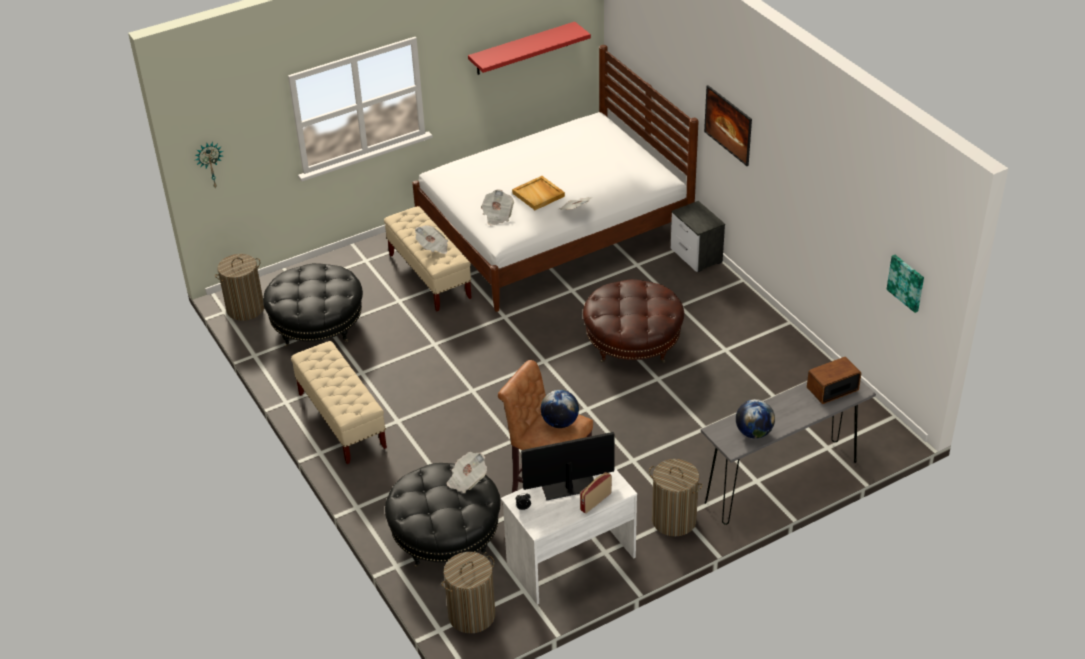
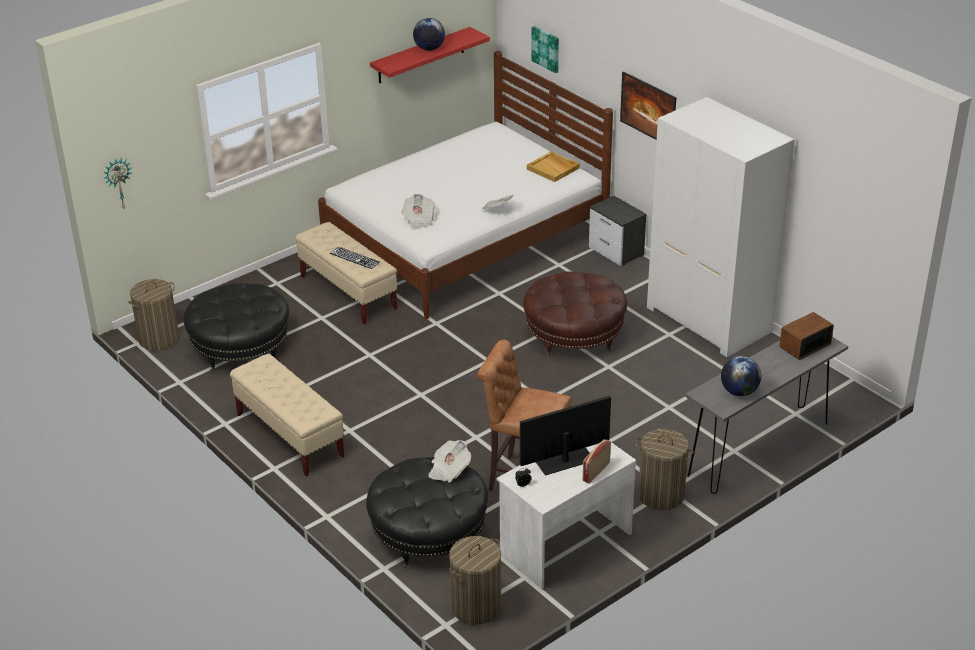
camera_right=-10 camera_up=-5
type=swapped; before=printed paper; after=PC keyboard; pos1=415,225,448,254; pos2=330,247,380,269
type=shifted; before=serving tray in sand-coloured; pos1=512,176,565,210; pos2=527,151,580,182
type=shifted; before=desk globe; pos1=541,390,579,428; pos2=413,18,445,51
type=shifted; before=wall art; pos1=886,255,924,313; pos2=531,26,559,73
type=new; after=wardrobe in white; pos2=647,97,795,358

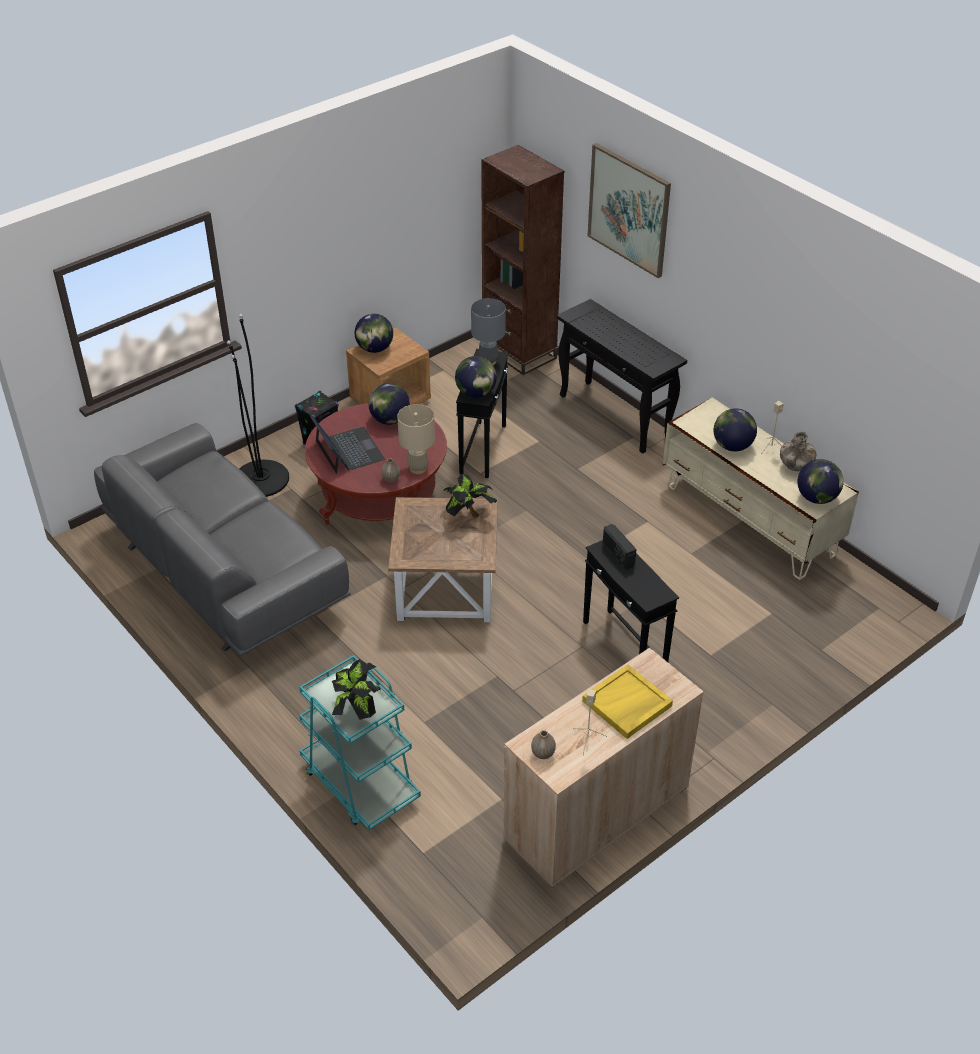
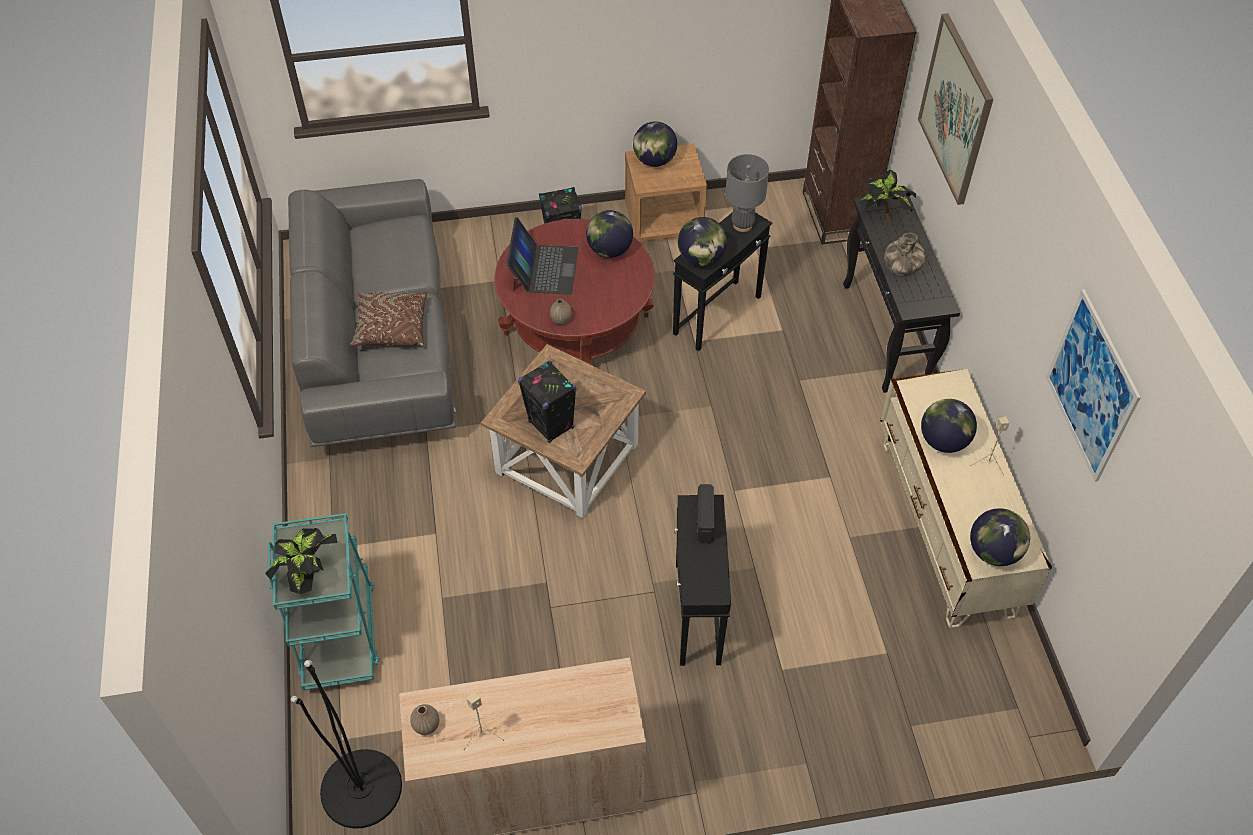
camera_right=30 camera_up=10
type=shifted; before=standing lamp in blackish; pos1=227,314,289,497; pos2=291,660,402,829
type=gone; before=tabletop lamp in sand-coloured; pos1=397,404,435,474
type=shifted; before=houseplant; pos1=443,474,497,518; pos2=858,170,916,221
type=gone; before=serving tray in yellowish; pos1=582,664,673,739
type=shifted; before=flower vase; pos1=780,432,817,471; pos2=884,233,926,277
type=new; after=pillow in brownish; pos2=350,292,427,346
type=new; after=audio speaker in blackish; pos2=518,360,576,443
type=new; after=wall art; pos2=1046,289,1141,482

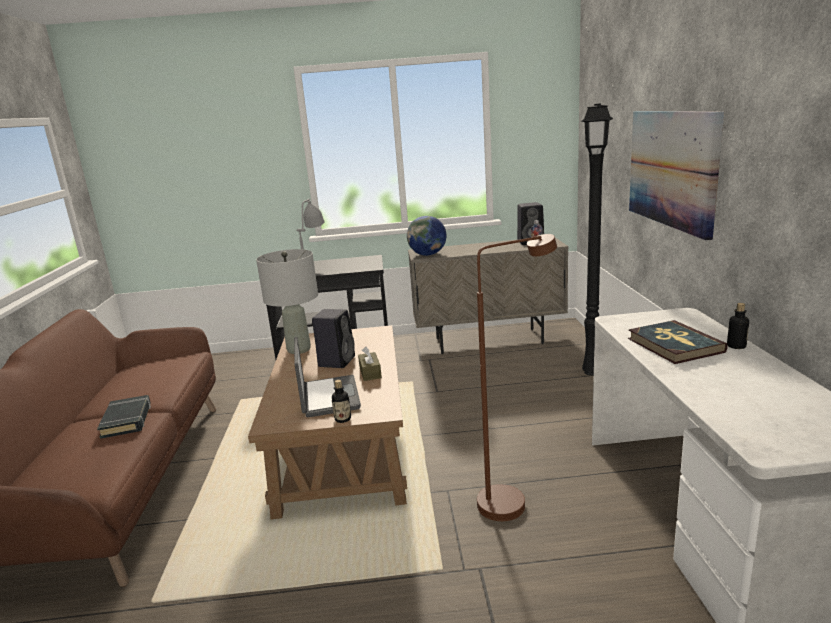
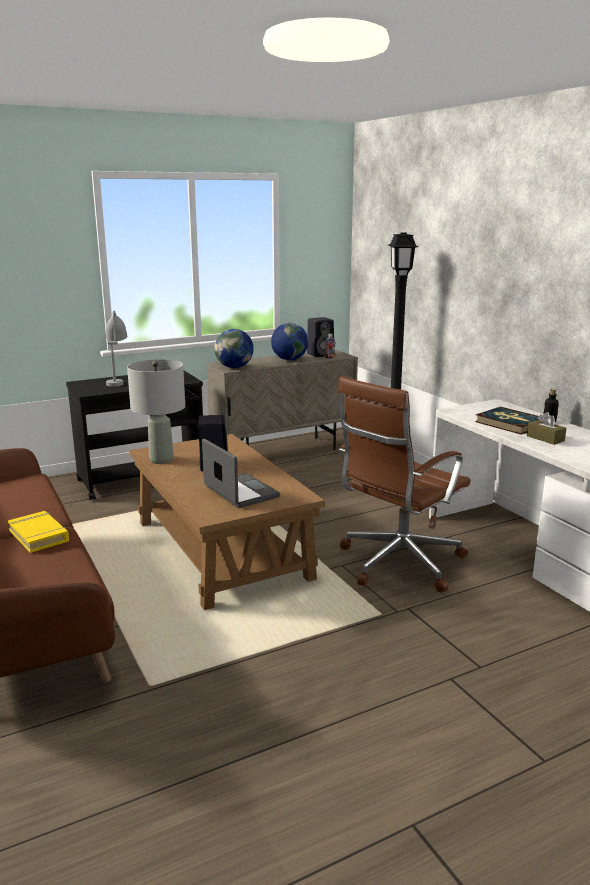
camera_right=-25 camera_up=0
type=repainted; before=bound book in blackish; after=bound book in yellowish; pos1=97,395,151,439; pos2=8,511,69,553
type=gone; before=drink bottle; pos1=332,380,351,423
type=shifted; before=box of tissues in brownish; pos1=358,346,382,381; pos2=527,412,566,445
type=swapped; before=standing lamp in brownish; after=desk chair in brownish; pos1=477,234,557,521; pos2=337,376,471,592
type=gone; before=wall art; pos1=629,111,724,241
type=new; after=desk globe; pos2=271,323,308,360

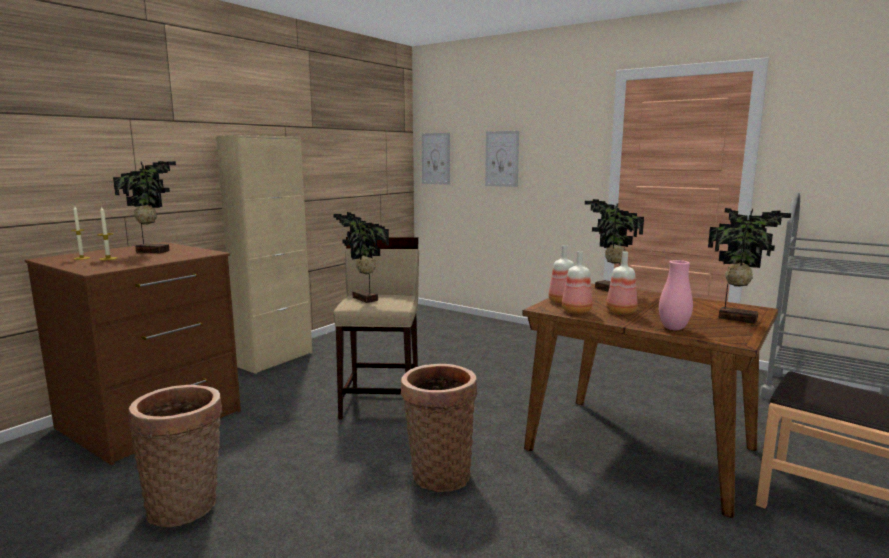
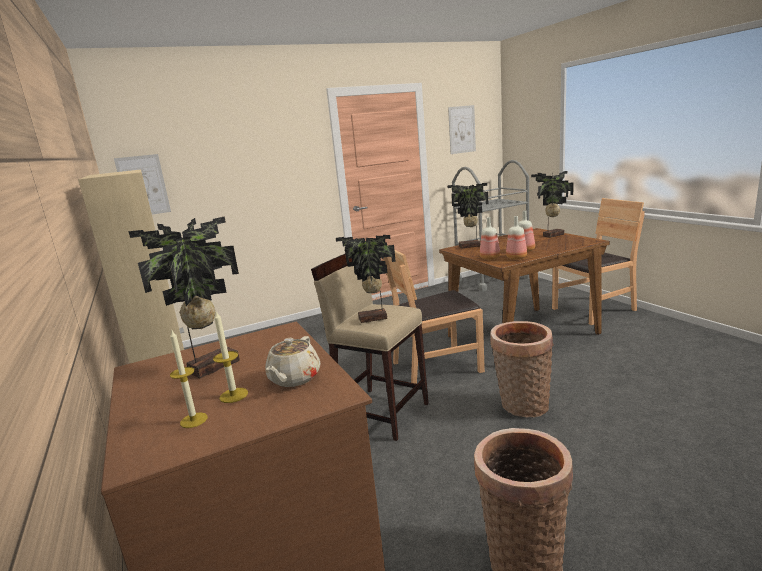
camera_right=-60 camera_up=5
type=shifted; before=wall art; pos1=485,131,519,187; pos2=448,105,476,154
type=gone; before=flower vase in pinkish; pos1=659,260,693,330
type=new; after=tea pot in sand-coloured; pos2=265,336,321,387
type=new; after=plain chair in brownish; pos2=382,245,485,384

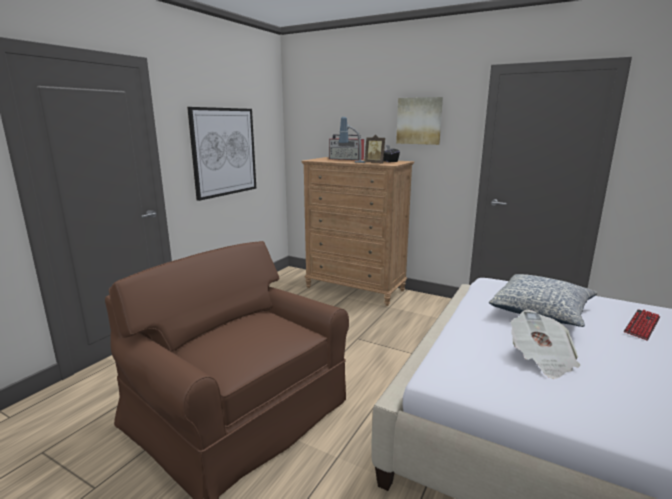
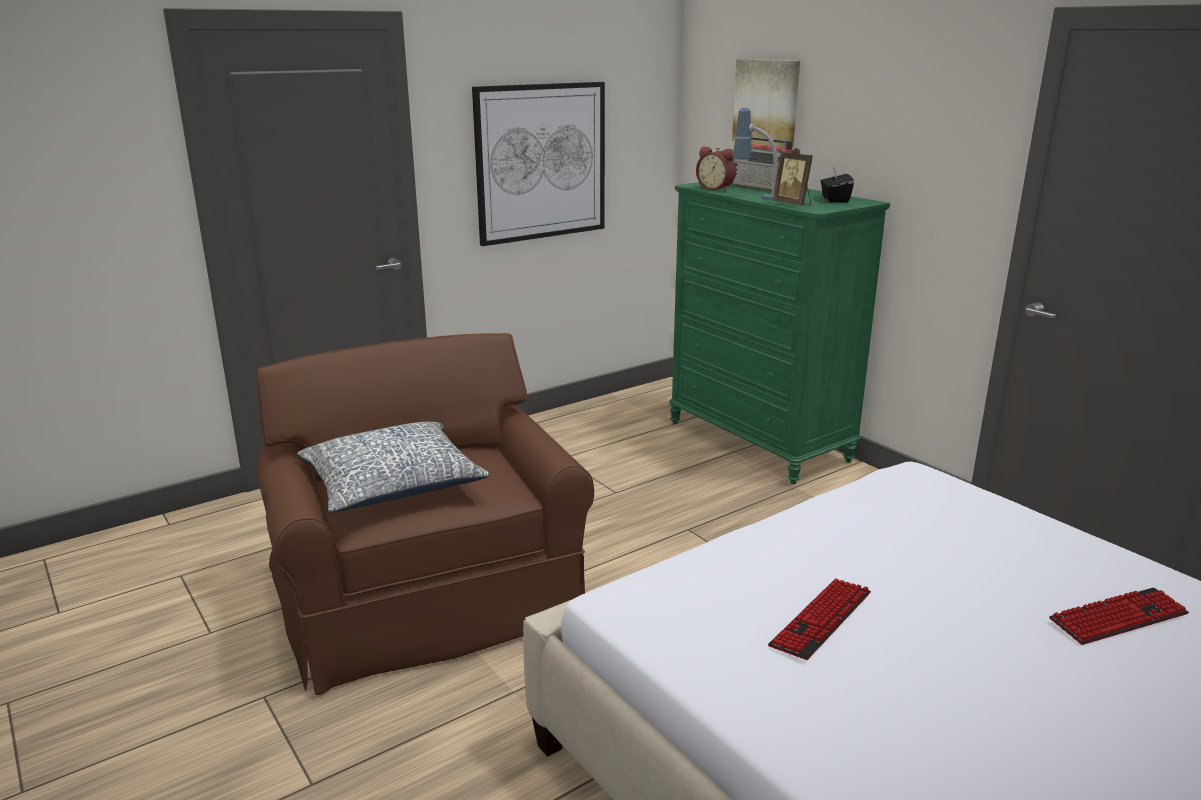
camera_right=25 camera_up=5
type=repainted; before=chest of drawers in brownish; after=chest of drawers in green-coloured; pos1=301,157,414,306; pos2=669,182,890,484
type=shifted; before=wall art; pos1=396,97,443,145; pos2=732,59,800,148
type=shifted; before=pillow; pos1=489,274,597,327; pos2=297,422,489,513
type=swapped; before=printed paper; after=PC keyboard; pos1=511,310,580,379; pos2=768,578,871,660
type=new; after=table clock; pos2=696,147,736,191

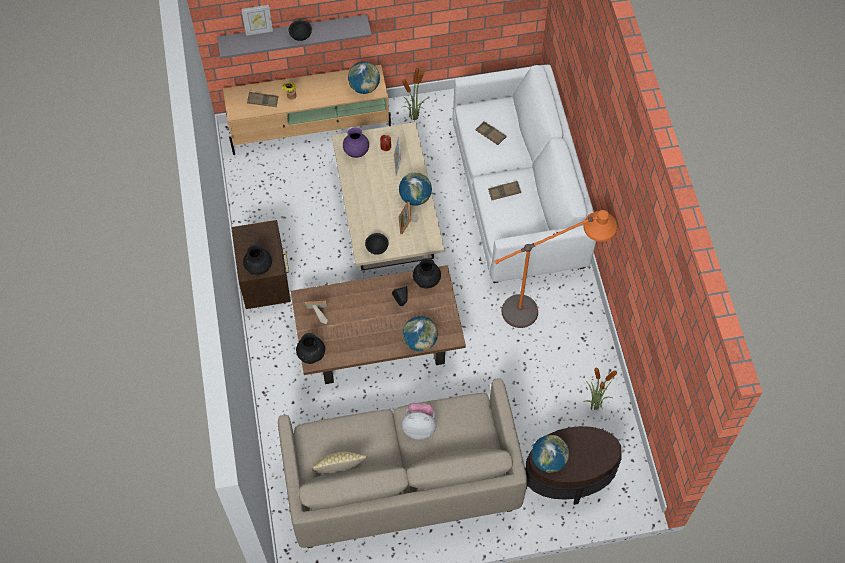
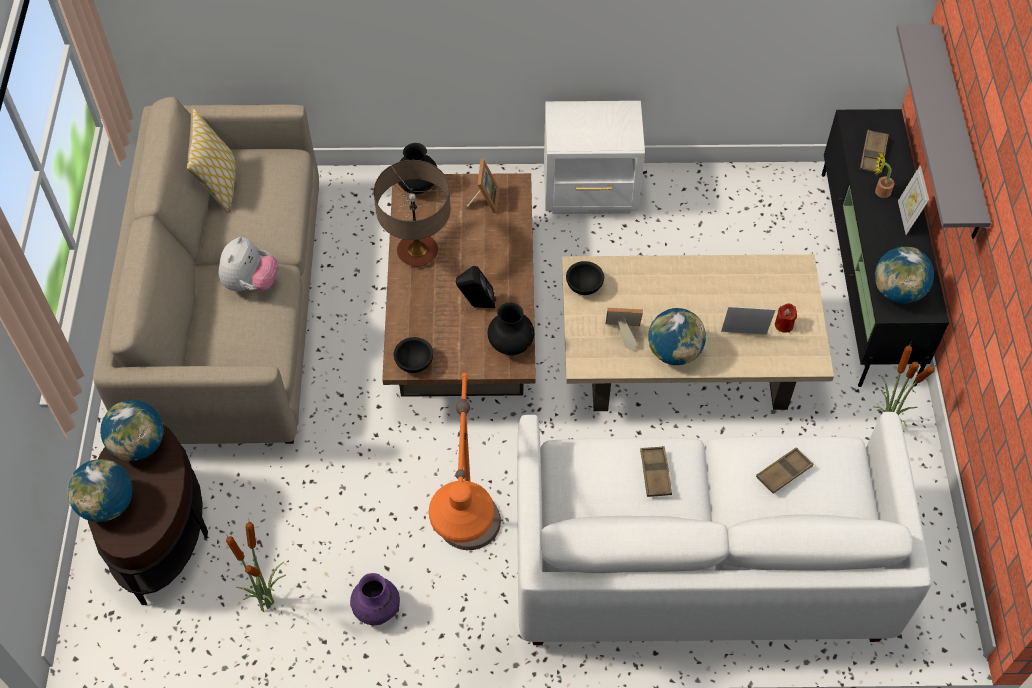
camera_right=100 camera_up=-5
type=repainted; before=tv unit in sand-coloured; after=tv unit in blackish; pos1=223,65,391,155; pos2=822,109,949,387
type=repainted; before=night table in brownish; after=night table in white; pos1=231,220,291,309; pos2=544,101,645,214
type=shifted; before=standing frame; pos1=241,5,273,36; pos2=898,165,929,235
type=gone; before=flower vase in blackish; pos1=243,245,272,275
type=shifted; before=deep dish in blackish; pos1=288,20,312,41; pos2=394,337,433,373
type=shifted; before=flower vase in purple-coloured; pos1=343,127,369,158; pos2=350,573,400,625
type=shifted; before=desk globe; pos1=403,316,438,351; pos2=67,459,133,522
type=new; after=tabletop lamp; pos2=374,160,451,267

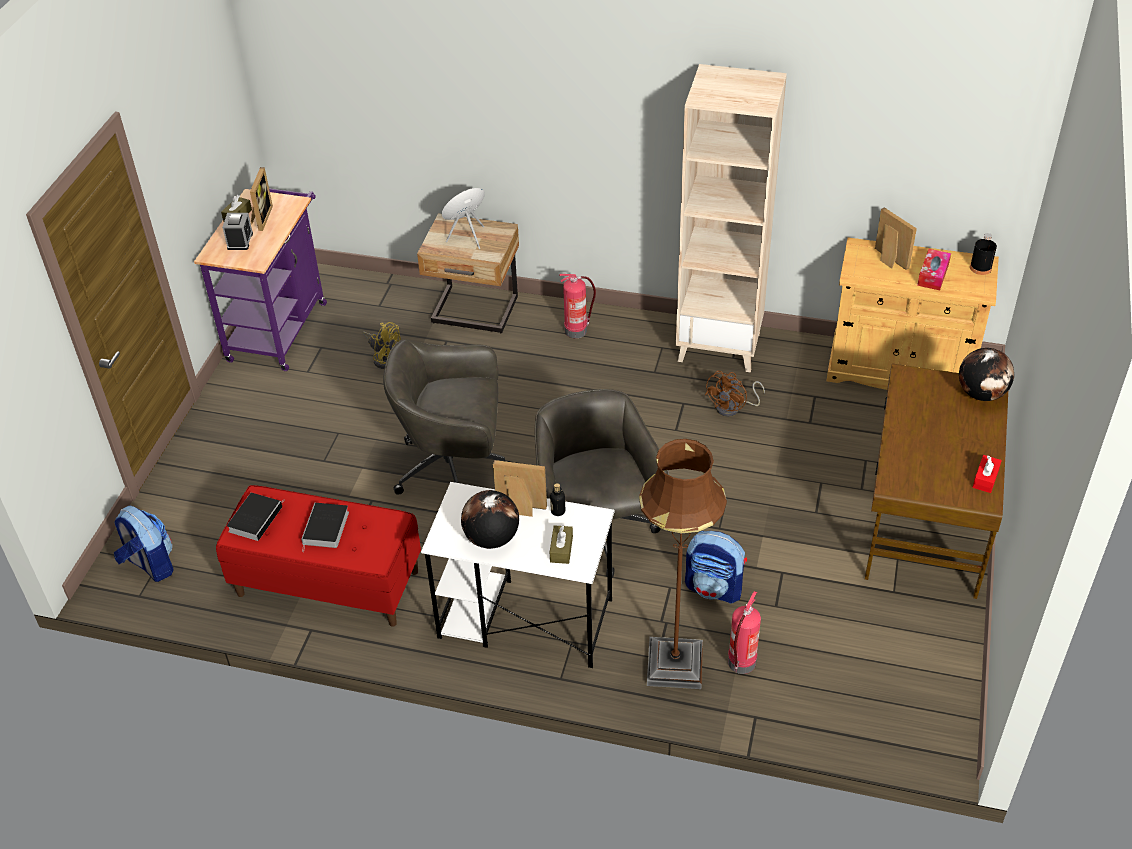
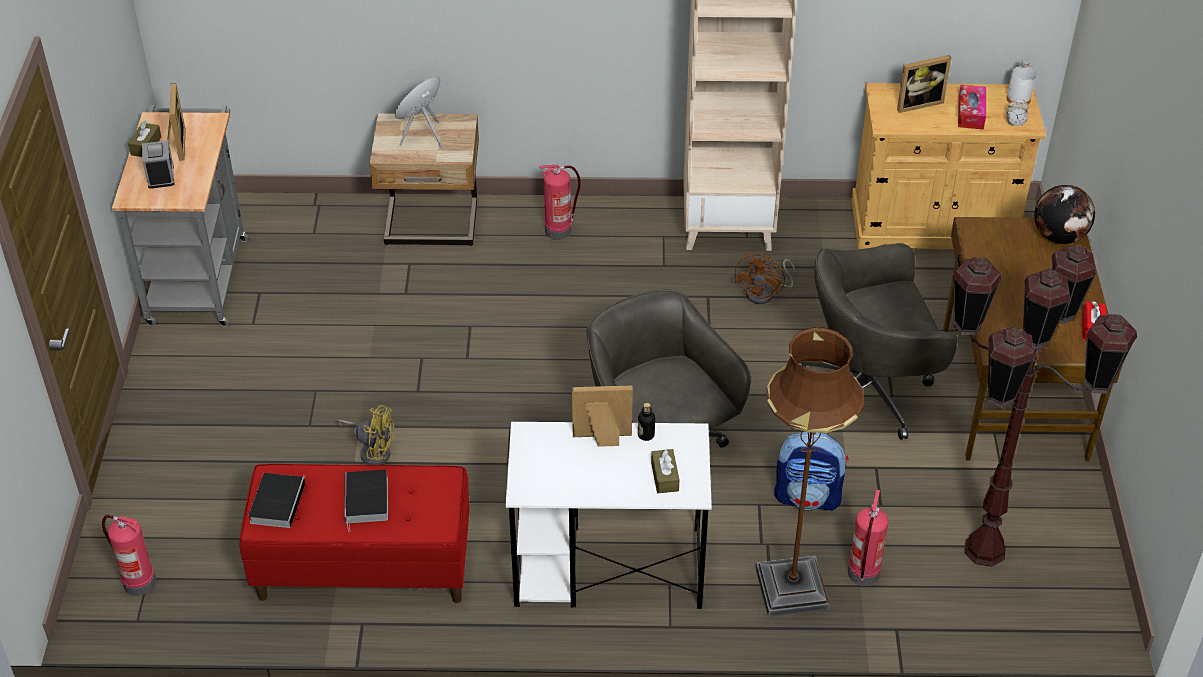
camera_right=-15 camera_up=0
type=swapped; before=backpack; after=extinguisher; pos1=114,506,174,582; pos2=102,515,156,596
type=repainted; before=wheeled cart in purple-coloured; after=wheeled cart in gray; pos1=194,187,327,371; pos2=112,105,249,327
type=shifted; before=electric fan in yellowish; pos1=362,322,401,369; pos2=336,405,395,465
type=shifted; before=desk chair in gray; pos1=383,339,509,495; pos2=800,243,958,440
type=gone; before=desk globe; pos1=461,490,519,549
type=rotated; before=standing frame; pos1=875,207,917,270; pos2=897,55,951,113; turn=120
type=repainted; before=drink bottle in blackish; after=drink bottle in white; pos1=970,233,997,275; pos2=1006,59,1036,104
type=new; after=standing lamp in brownish; pos2=953,244,1137,567
type=new; after=table clock; pos2=1006,99,1029,126

